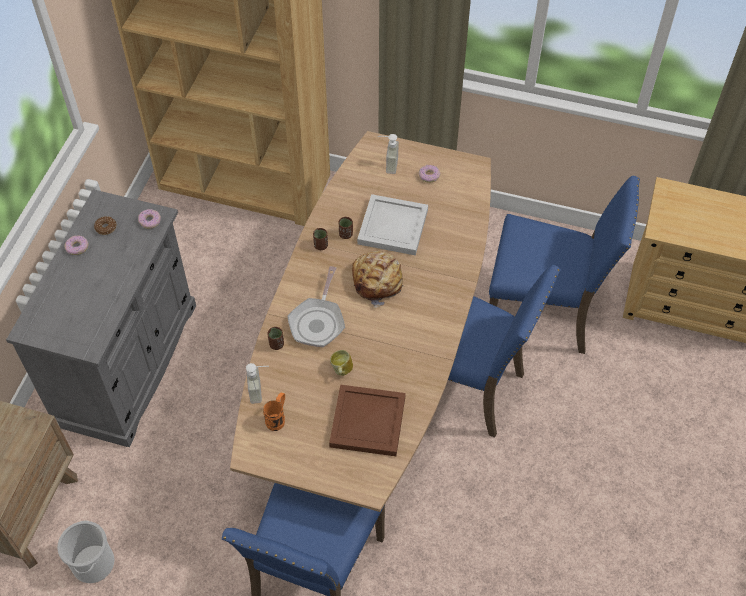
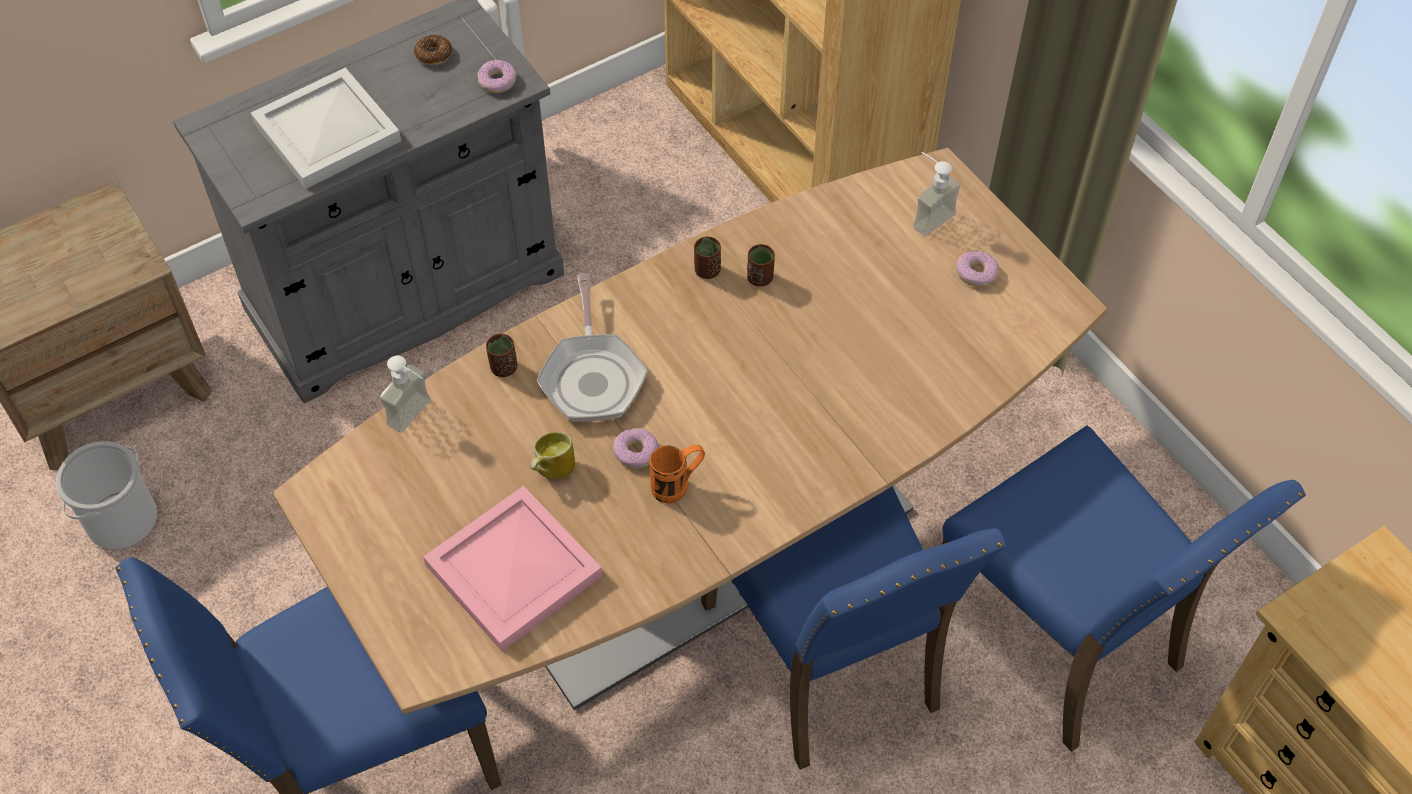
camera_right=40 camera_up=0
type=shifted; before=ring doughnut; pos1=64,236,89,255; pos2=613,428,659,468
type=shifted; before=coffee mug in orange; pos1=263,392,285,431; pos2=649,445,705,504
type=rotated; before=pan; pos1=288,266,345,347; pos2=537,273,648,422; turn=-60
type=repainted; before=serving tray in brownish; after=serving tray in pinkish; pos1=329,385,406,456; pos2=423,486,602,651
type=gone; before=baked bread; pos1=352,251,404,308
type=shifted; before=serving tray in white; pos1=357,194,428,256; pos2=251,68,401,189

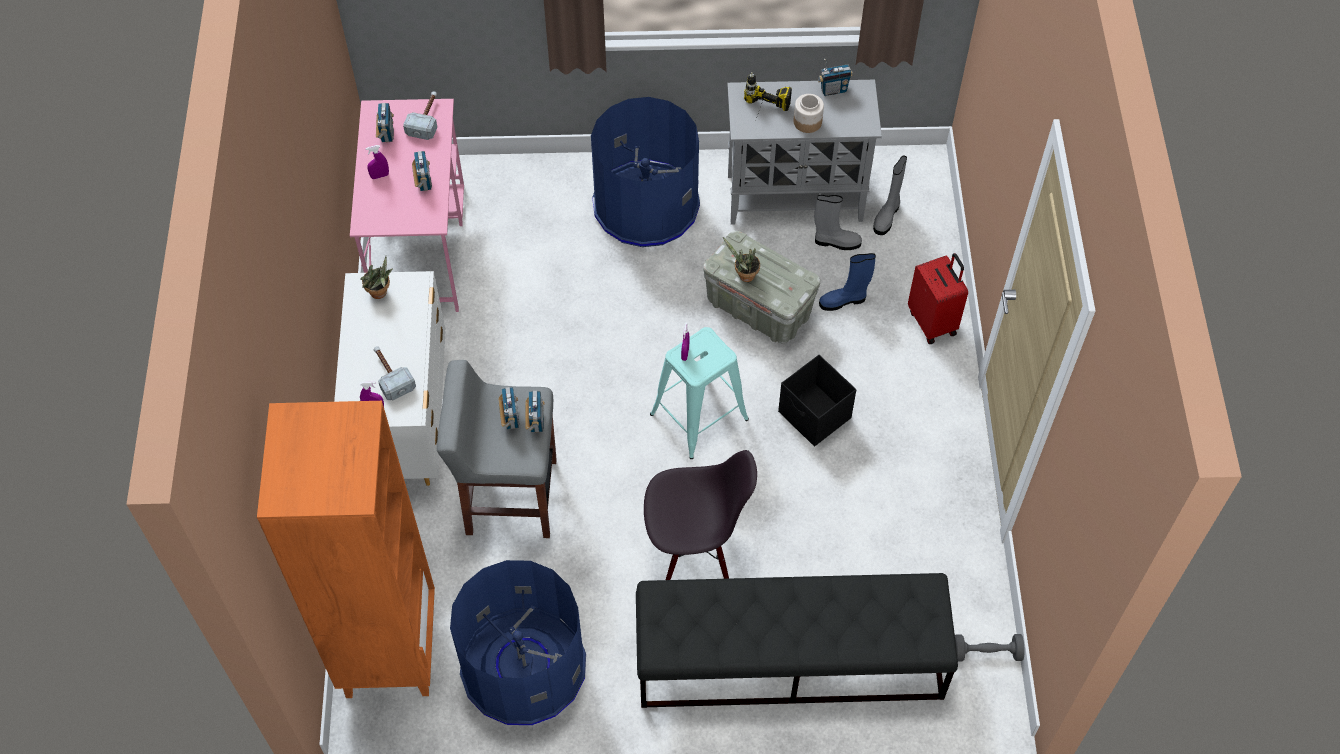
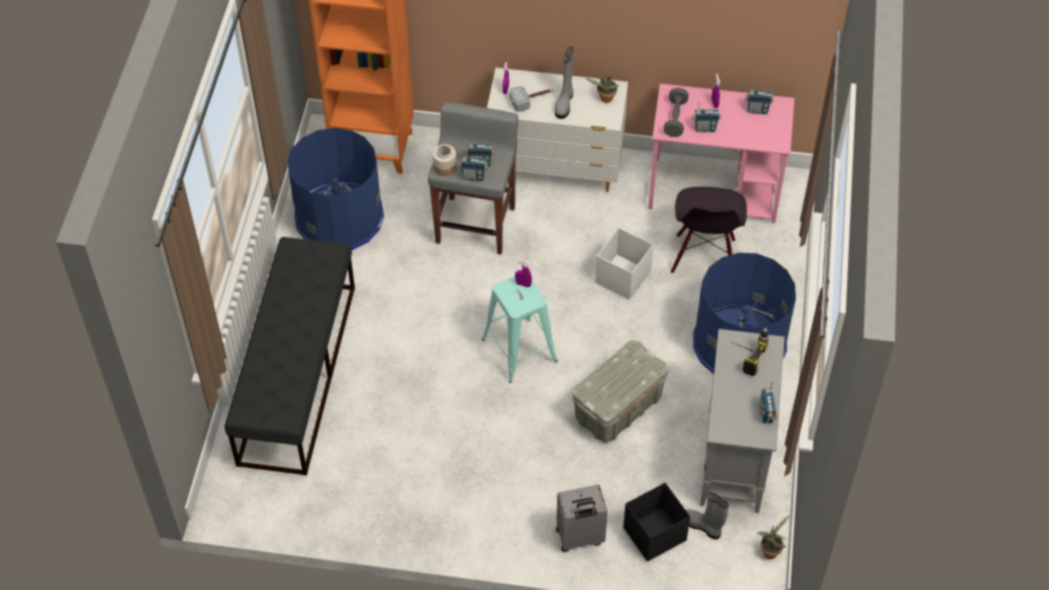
camera_right=100 camera_up=-5
type=gone; before=hand hammer; pos1=403,91,437,140
type=shifted; before=plain chair in blackish; pos1=644,450,757,580; pos2=671,187,747,273
type=shifted; before=houseplant; pos1=723,237,760,282; pos2=757,515,790,559
type=shifted; before=storage bin in blackish; pos1=778,355,856,446; pos2=623,483,690,561
type=shifted; before=storage jar; pos1=794,94,824,133; pos2=432,144,457,176
type=shifted; before=tall boot in gray; pos1=814,195,862,250; pos2=555,47,573,119
type=gone; before=tall boot in blue-coloured; pos1=819,253,876,311
type=repainted; before=suitcase in red; after=suitcase in gray; pos1=908,253,968,344; pos2=556,485,608,552
type=shifted; before=dumbbell in gray; pos1=955,634,1025,662; pos2=664,88,689,137
type=new; after=storage bin in white; pos2=595,228,653,300

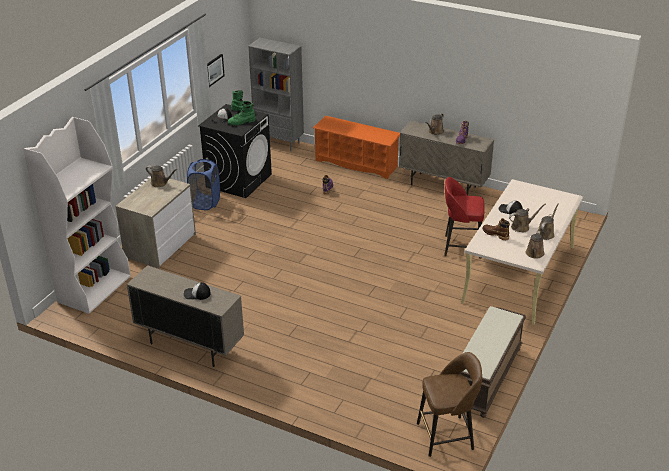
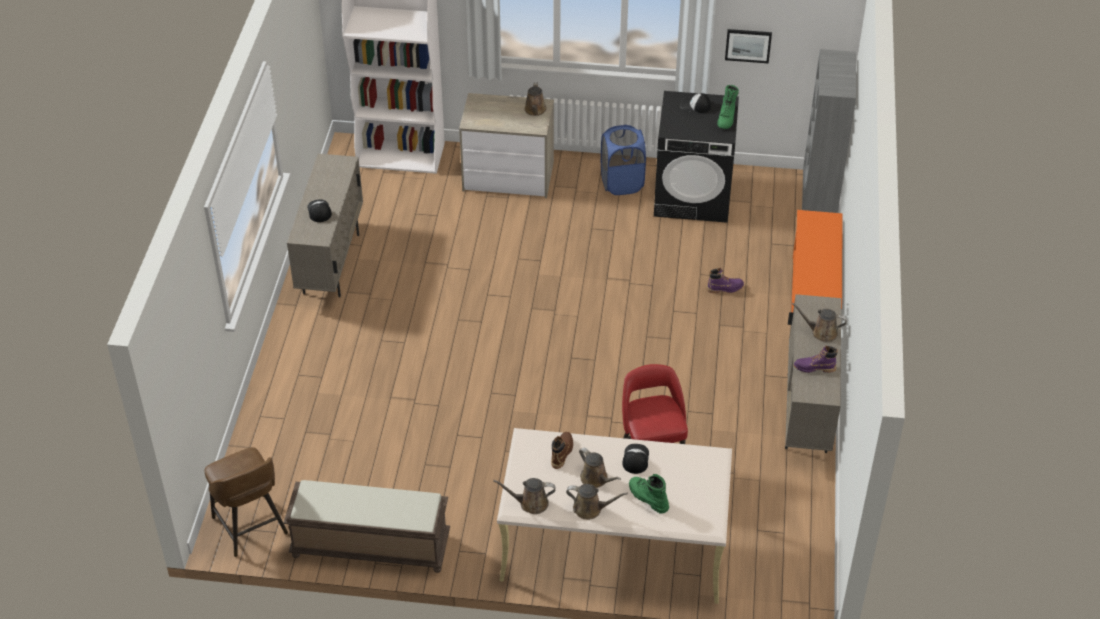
camera_right=70 camera_up=10
type=shifted; before=tall boot in green-coloured; pos1=228,101,256,125; pos2=629,474,669,514

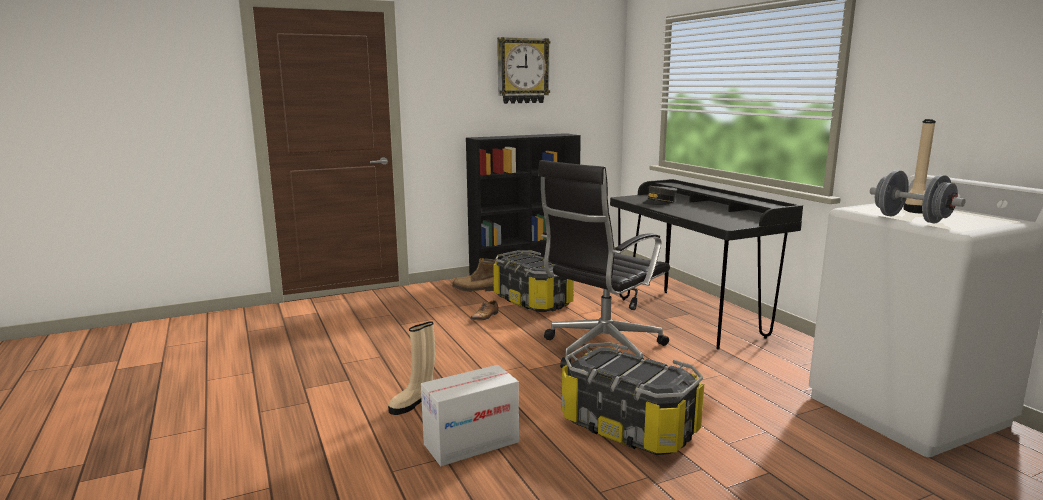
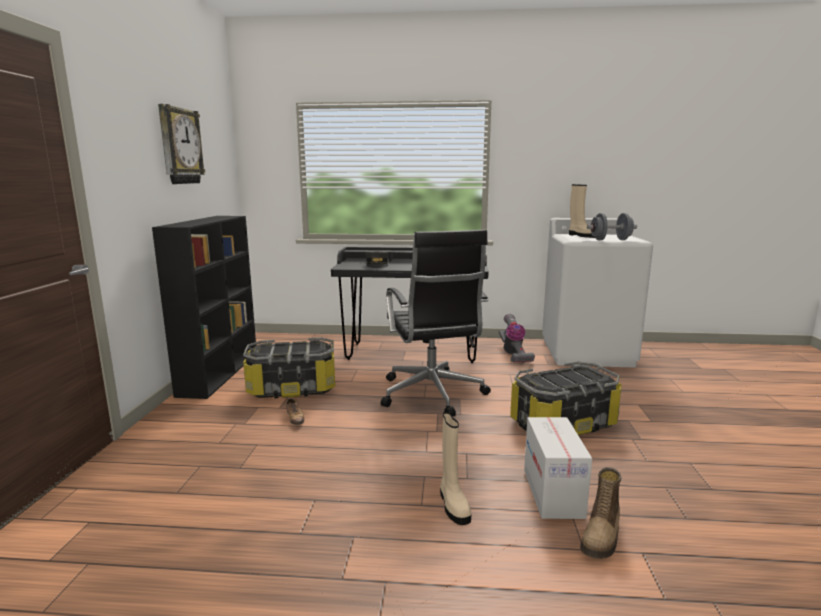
camera_right=-60 camera_up=0
type=shifted; before=tall boot; pos1=452,258,496,292; pos2=580,467,622,559
type=new; after=vacuum cleaner; pos2=499,314,535,363

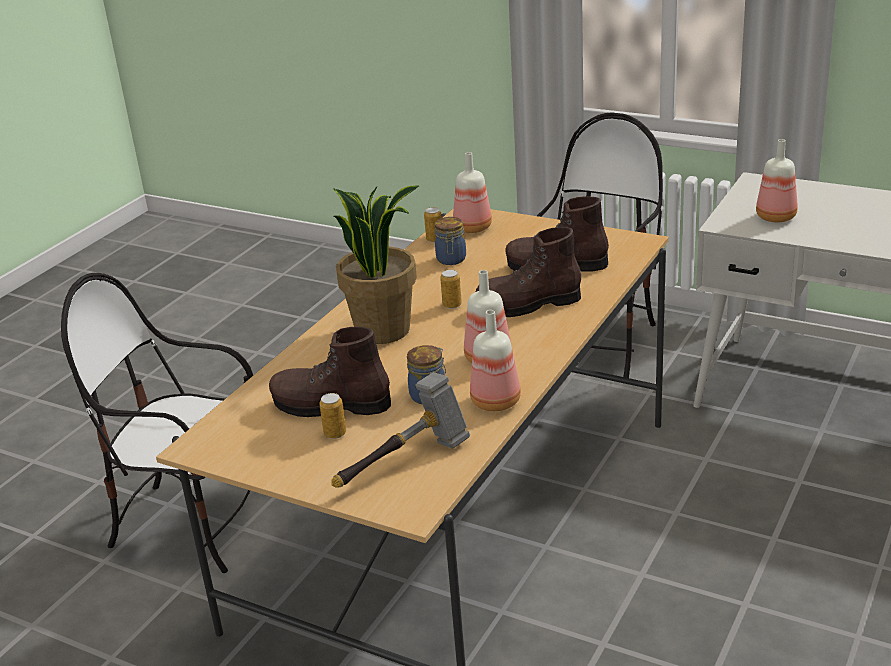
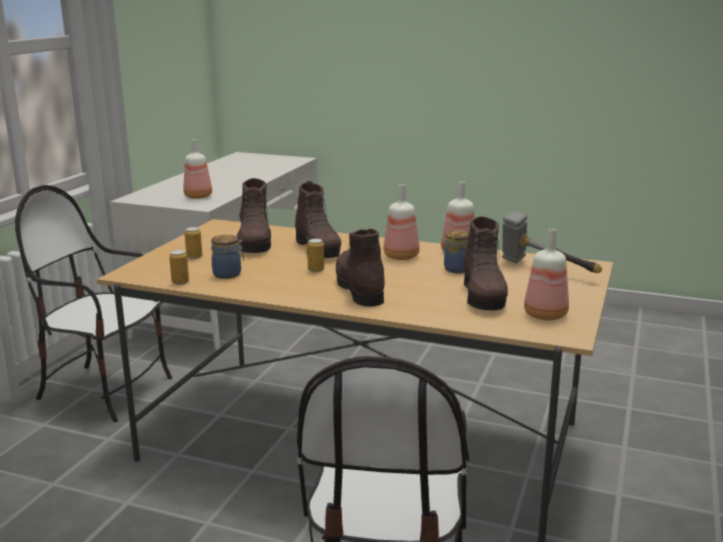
camera_right=-100 camera_up=-10
type=shifted; before=sealed can; pos1=319,393,346,439; pos2=185,227,202,259
type=swapped; before=houseplant; after=tall boot in brownish; pos1=333,185,419,344; pos2=336,229,385,306
type=shifted; before=drink bottle; pos1=453,152,492,233; pos2=524,229,569,320

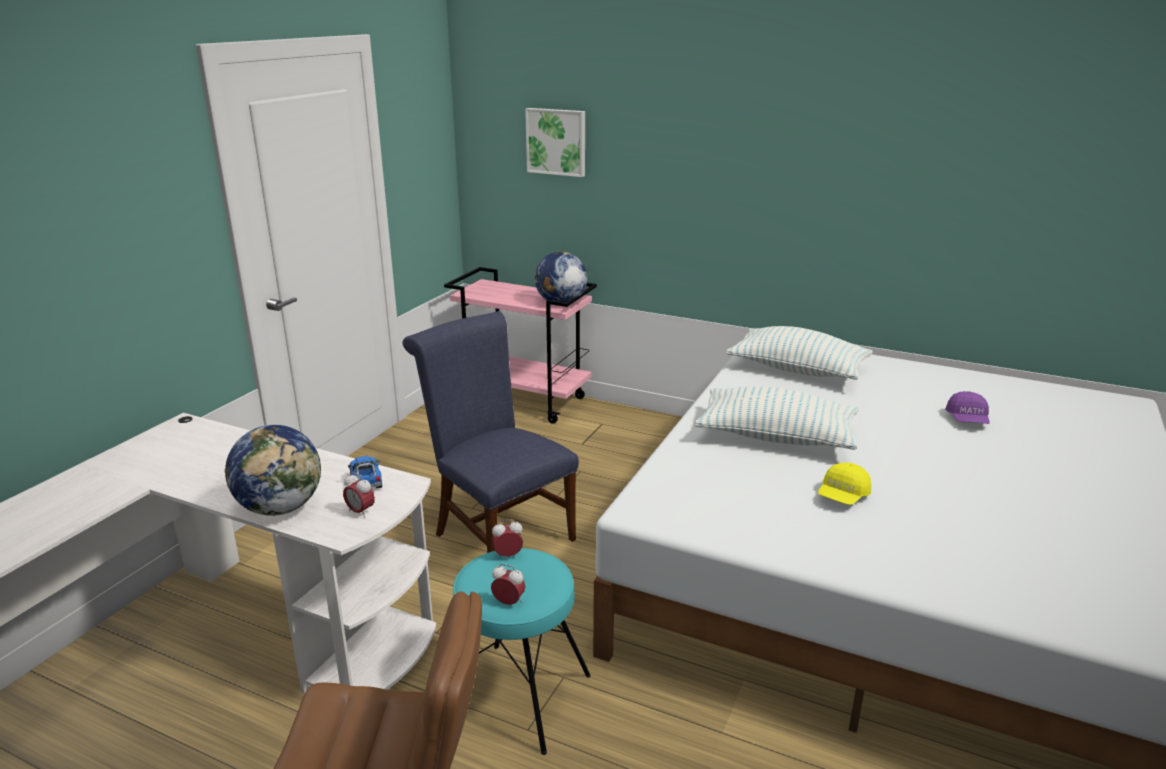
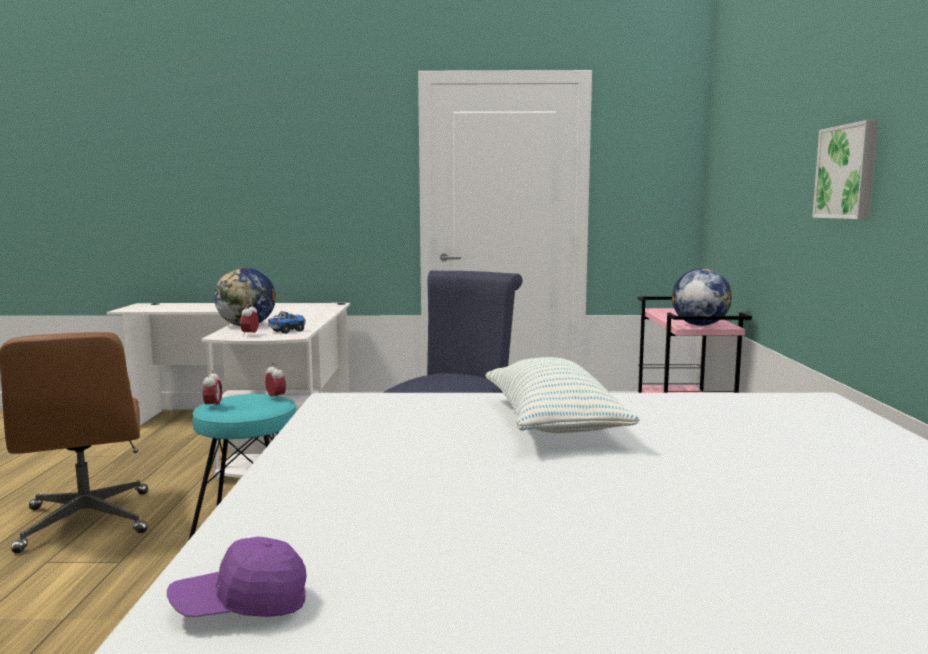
camera_right=65 camera_up=-15
type=shifted; before=wall art; pos1=525,108,585,177; pos2=812,120,878,219
type=gone; before=pillow; pos1=726,326,873,380
type=gone; before=baseball cap in yellowish; pos1=818,463,871,505
type=shifted; before=baseball cap in purple-coloured; pos1=945,391,990,424; pos2=167,537,306,617

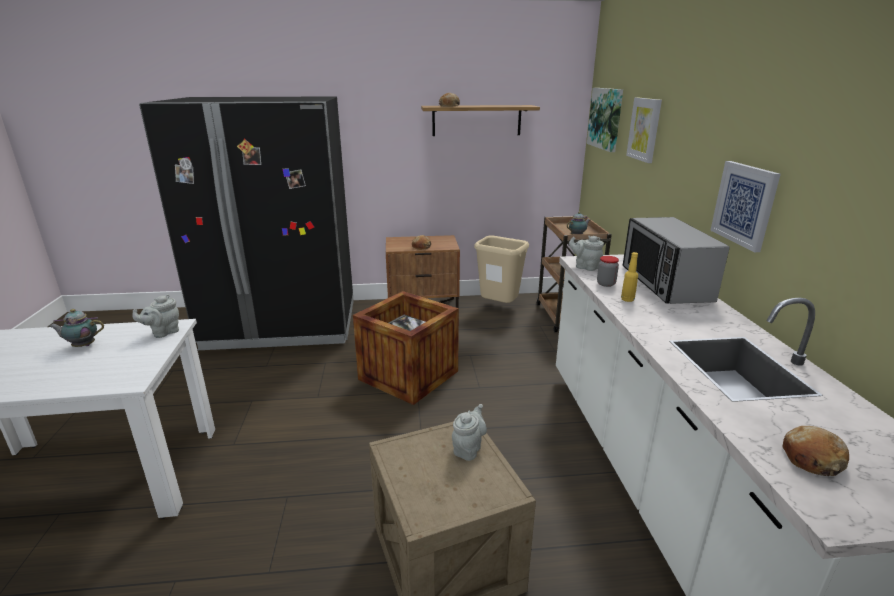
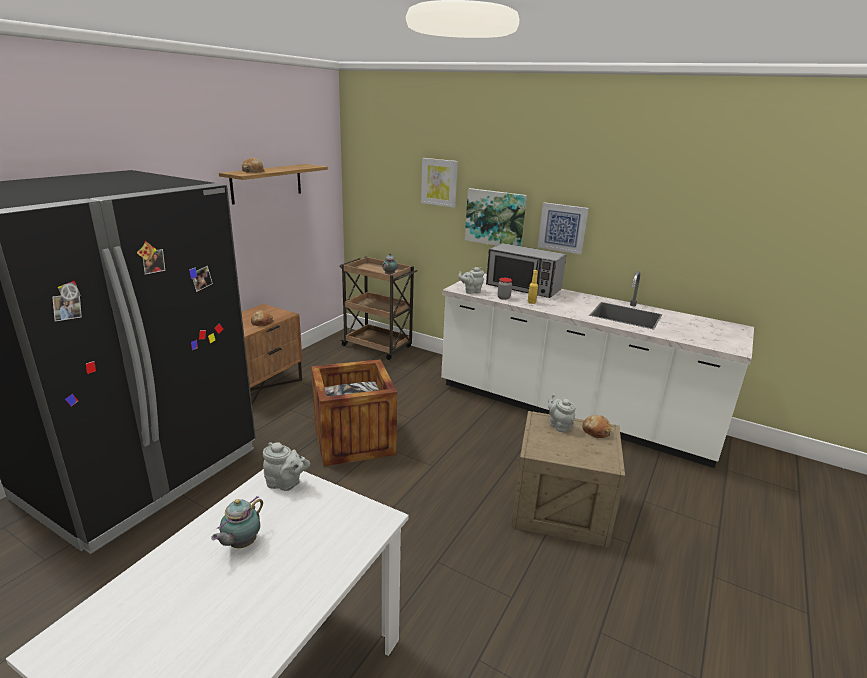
camera_right=-55 camera_up=0
type=rotated; before=tea pot in gray; pos1=133,294,179,338; pos2=263,442,310,491; turn=-60
type=gone; before=trash can in sand-coloured; pos1=474,235,529,303
type=shifted; before=wall art; pos1=587,88,623,152; pos2=465,188,527,246
type=shifted; before=baked bread; pos1=782,426,849,476; pos2=582,415,612,438

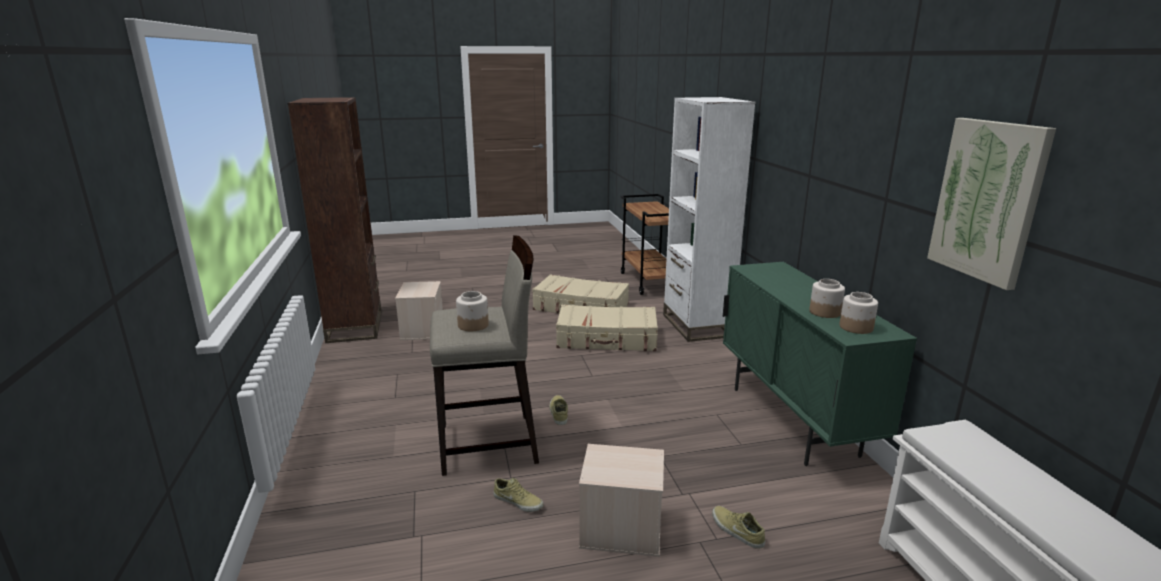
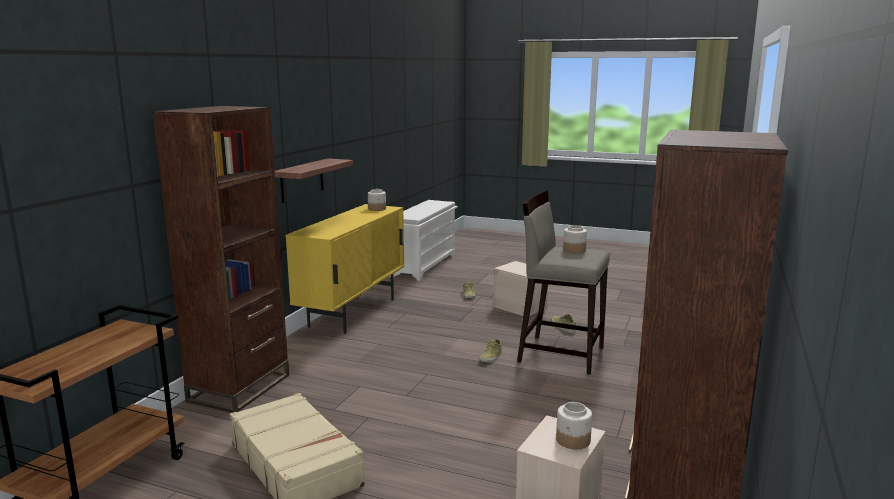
camera_right=-145 camera_up=-5
type=gone; before=suitcase in sand-coloured; pos1=556,304,658,351
type=repainted; before=bookcase in white; after=bookcase in brownish; pos1=663,97,756,342; pos2=152,106,289,413
type=repainted; before=cupboard in green-coloured; after=cupboard in yellowish; pos1=723,262,917,466; pos2=285,204,404,334
type=shifted; before=storage jar; pos1=809,279,845,318; pos2=556,402,592,449
type=gone; before=wall art; pos1=927,118,1056,290
type=new; after=shelf; pos2=275,158,353,203

